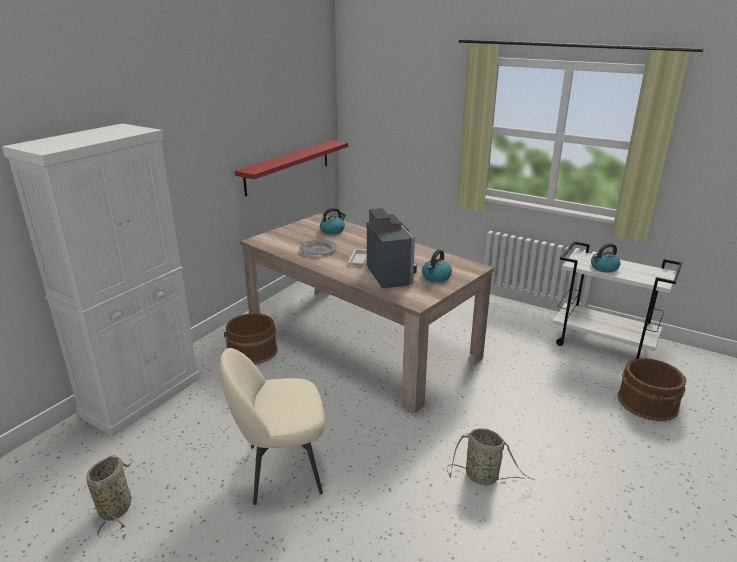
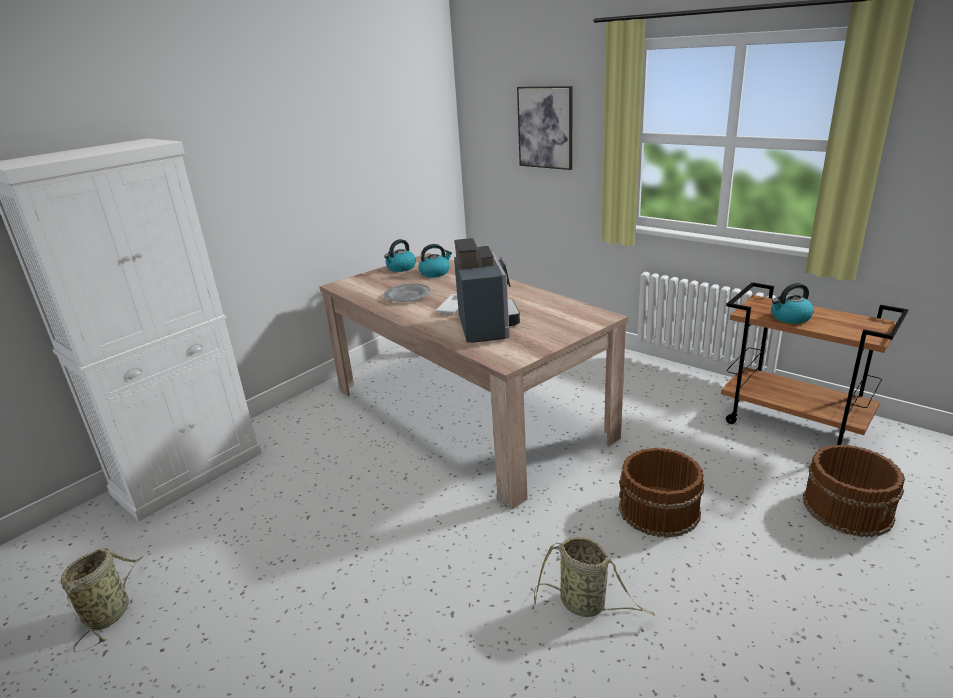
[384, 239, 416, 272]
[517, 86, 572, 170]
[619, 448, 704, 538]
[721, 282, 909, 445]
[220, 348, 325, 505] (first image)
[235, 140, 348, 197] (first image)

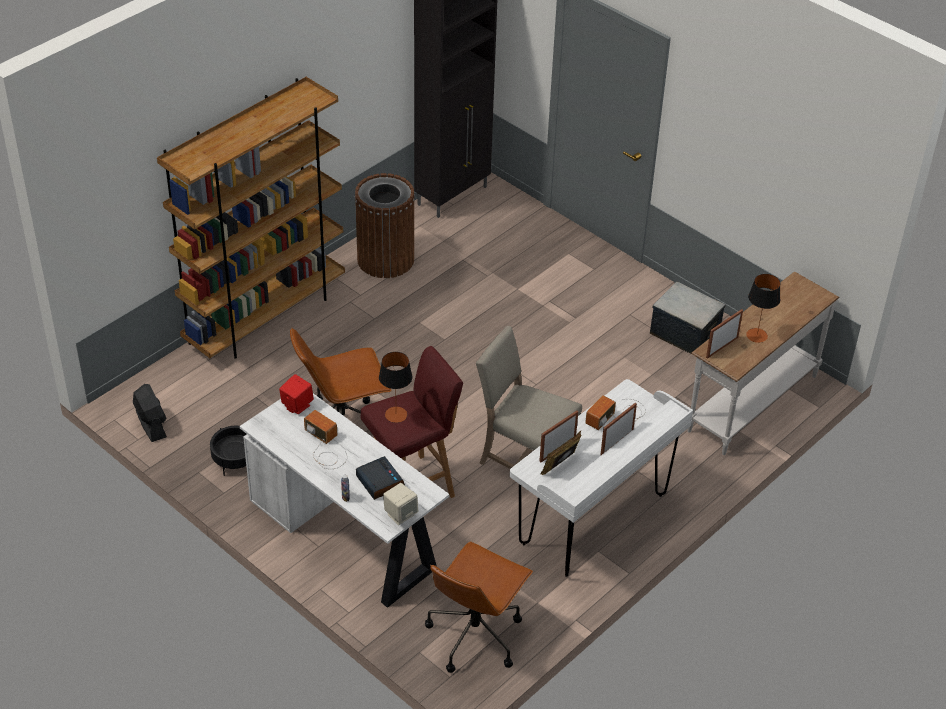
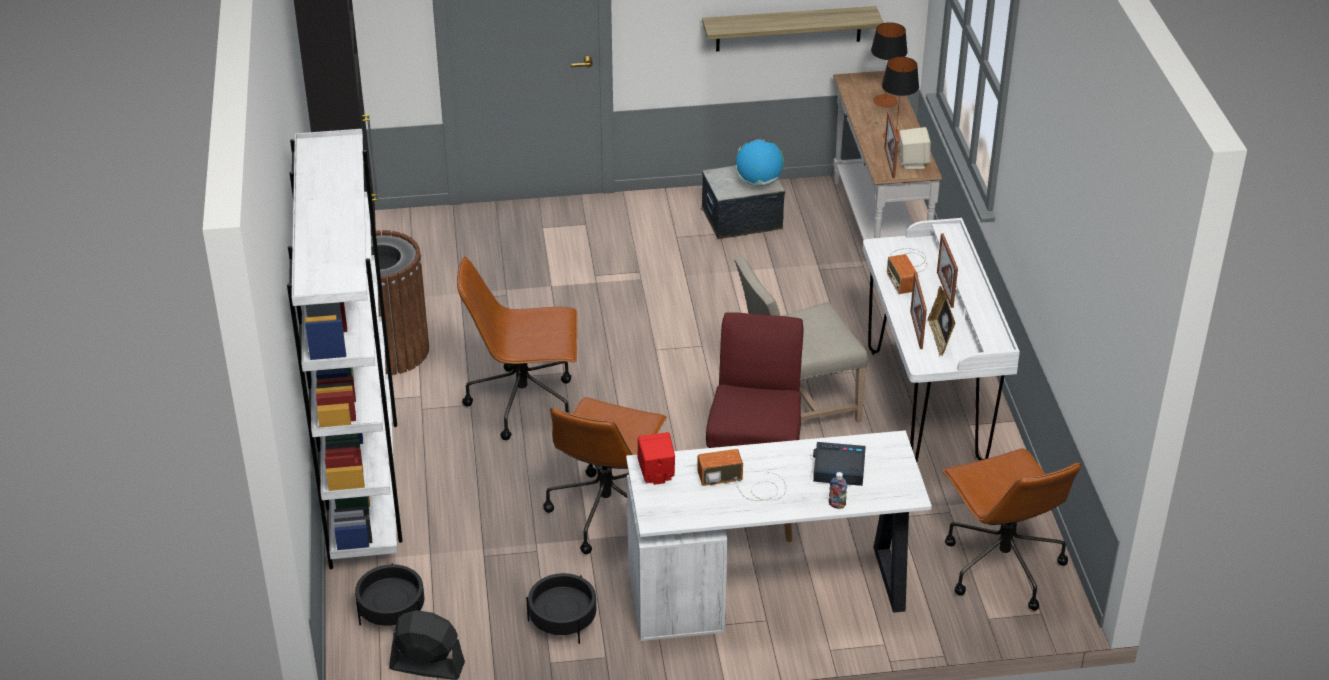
[287, 129, 403, 569]
[355, 563, 424, 626]
[457, 256, 578, 440]
[702, 6, 884, 51]
[736, 137, 784, 187]
[871, 22, 908, 108]
[899, 127, 931, 169]

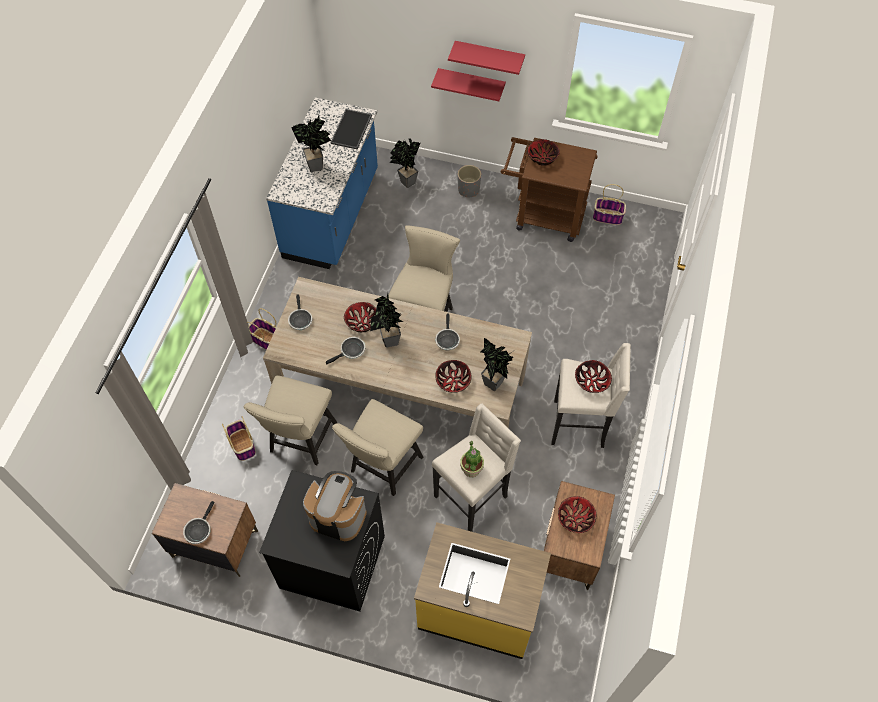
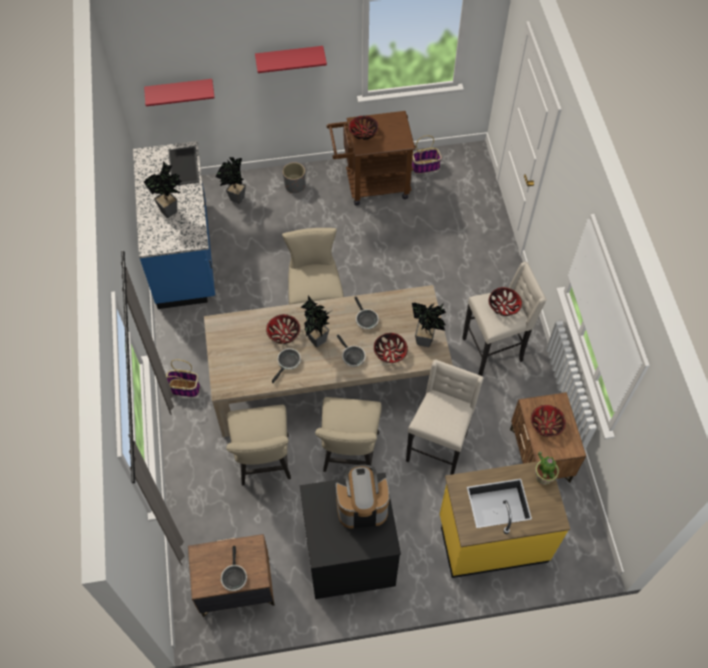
[144, 79, 215, 106]
[337, 334, 366, 367]
[535, 451, 559, 485]
[222, 416, 256, 461] (first image)

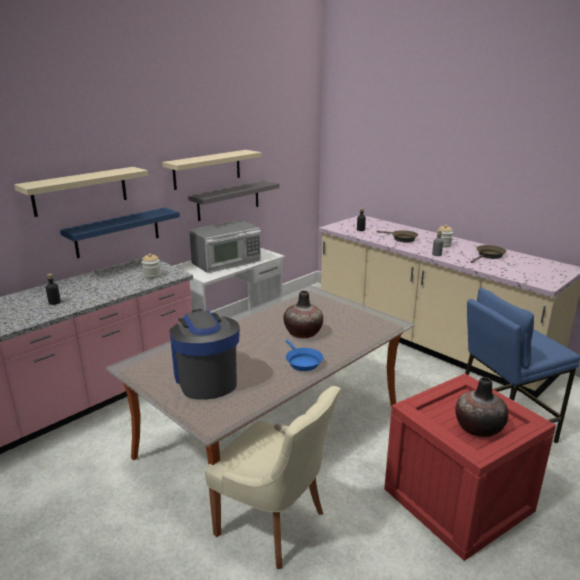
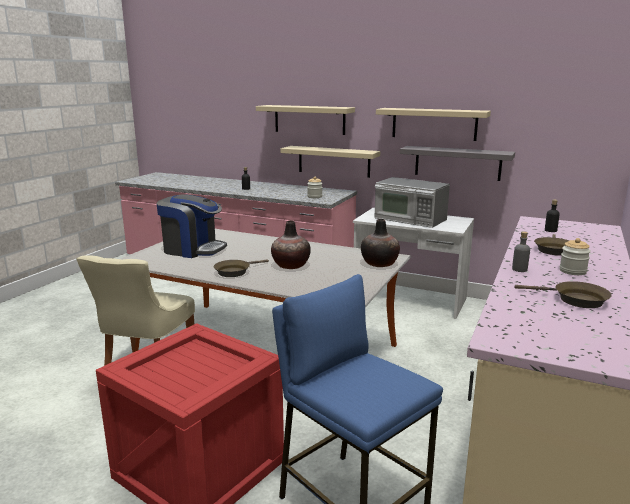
[157, 194, 227, 258]
[214, 259, 269, 277]
[280, 146, 380, 178]
[361, 219, 400, 267]

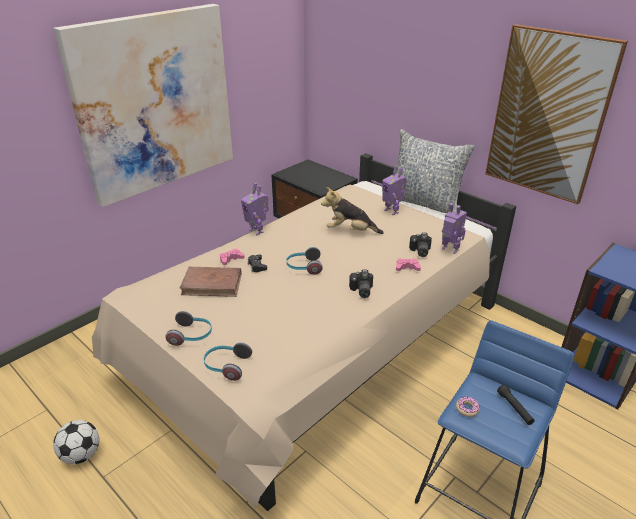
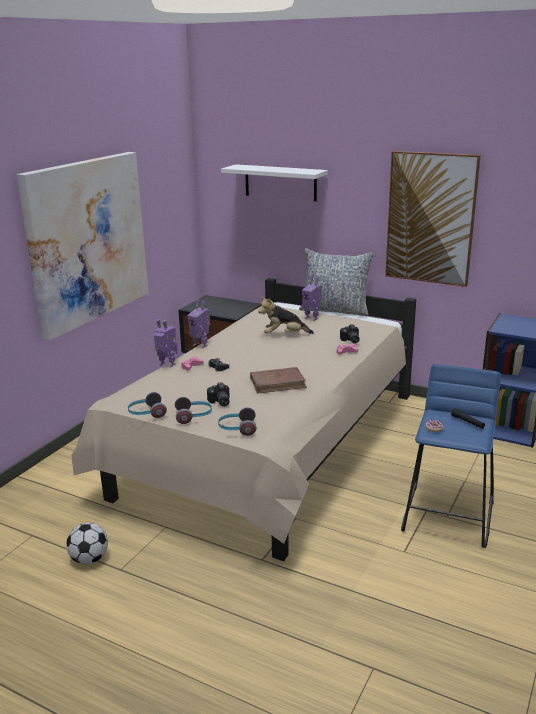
[128, 392, 167, 418]
[154, 319, 178, 367]
[207, 382, 230, 407]
[221, 164, 328, 201]
[250, 367, 307, 394]

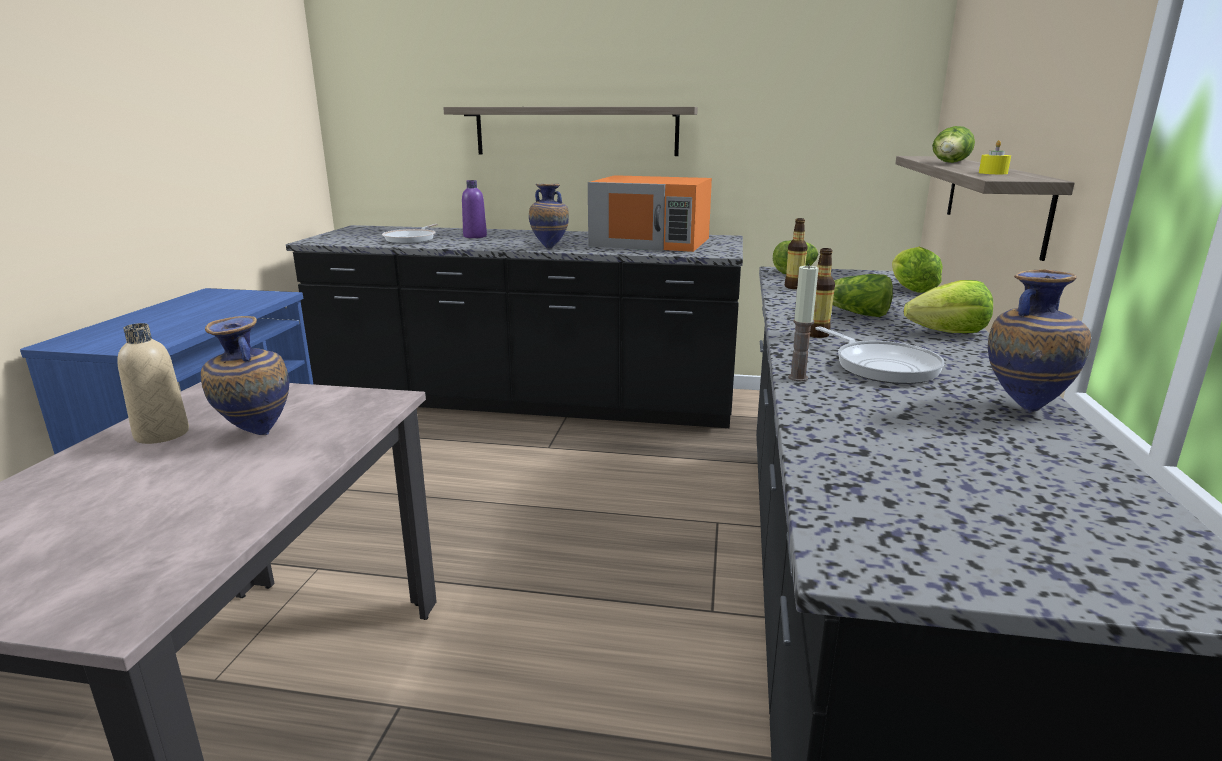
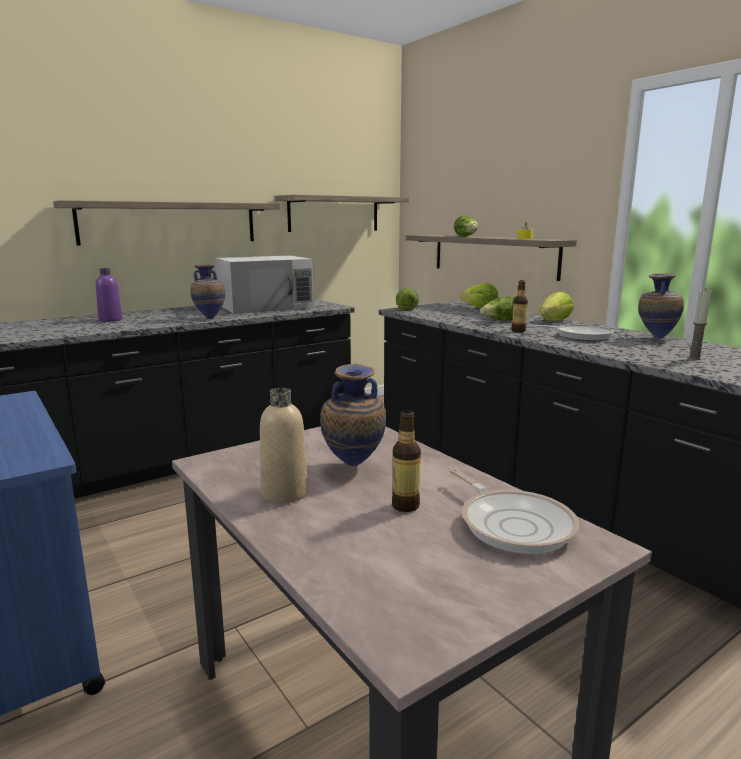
[215, 255, 314, 314]
[275, 195, 409, 232]
[392, 410, 421, 512]
[450, 468, 579, 554]
[688, 289, 711, 360]

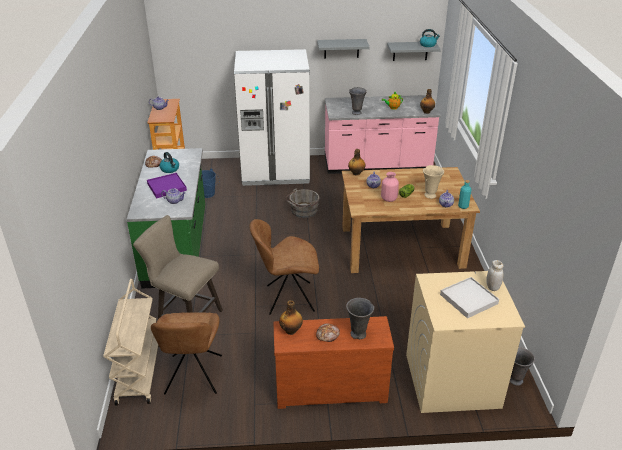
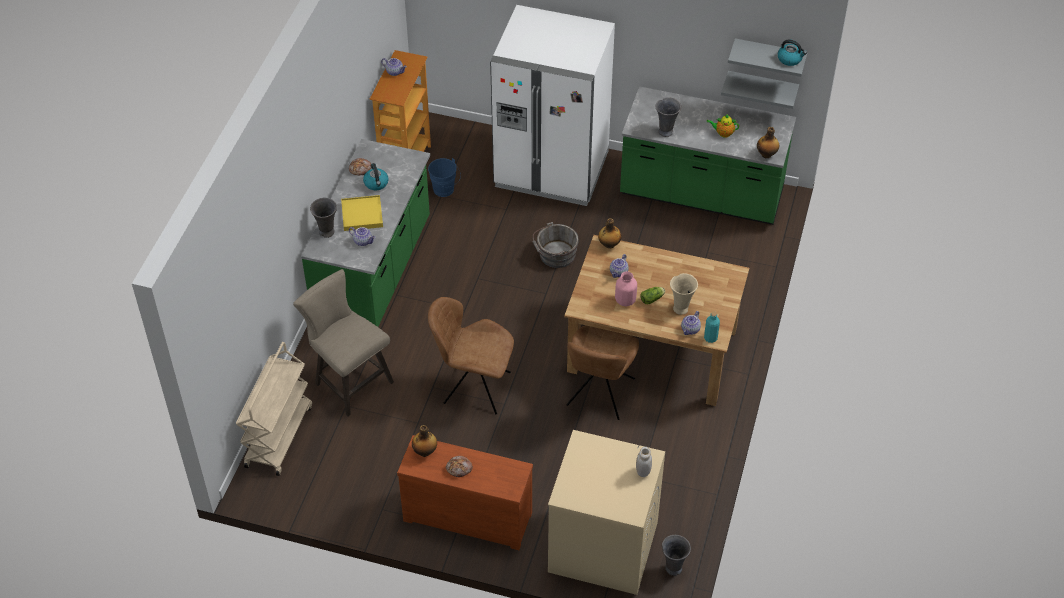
[310, 198, 337, 238]
[341, 195, 383, 231]
[566, 325, 639, 420]
[620, 86, 796, 225]
[721, 71, 799, 109]
[440, 277, 499, 318] (first image)

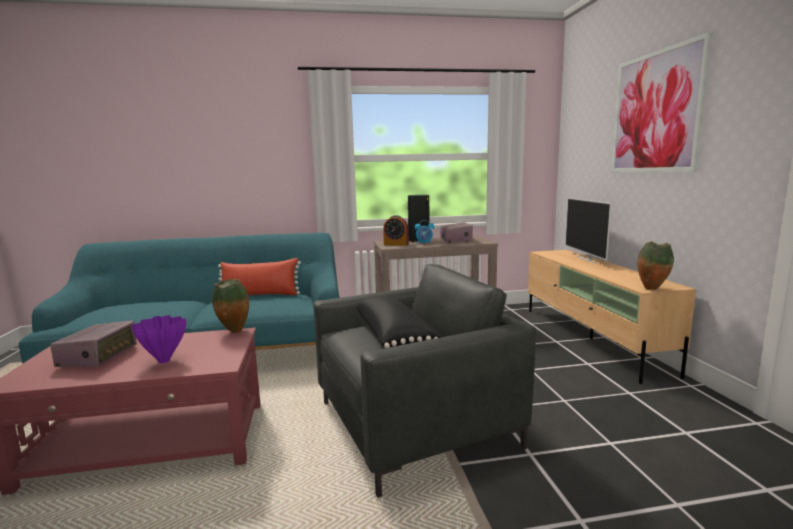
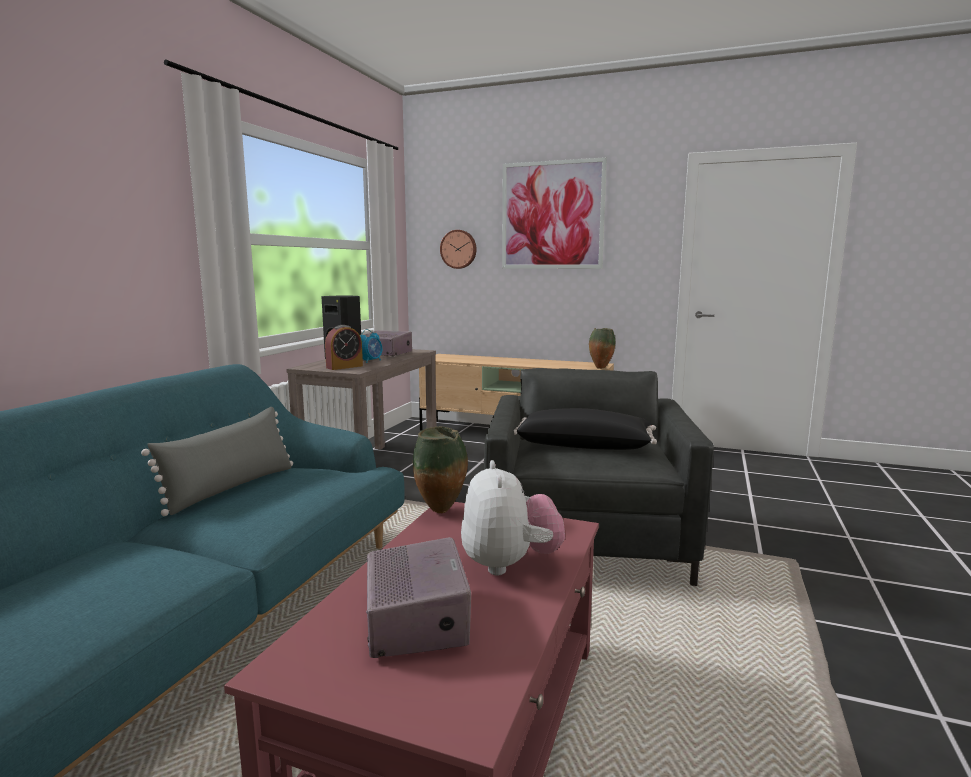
[141, 407, 293, 516]
[366, 537, 471, 658]
[440, 230, 477, 269]
[461, 460, 565, 575]
[565, 198, 611, 264] (first image)

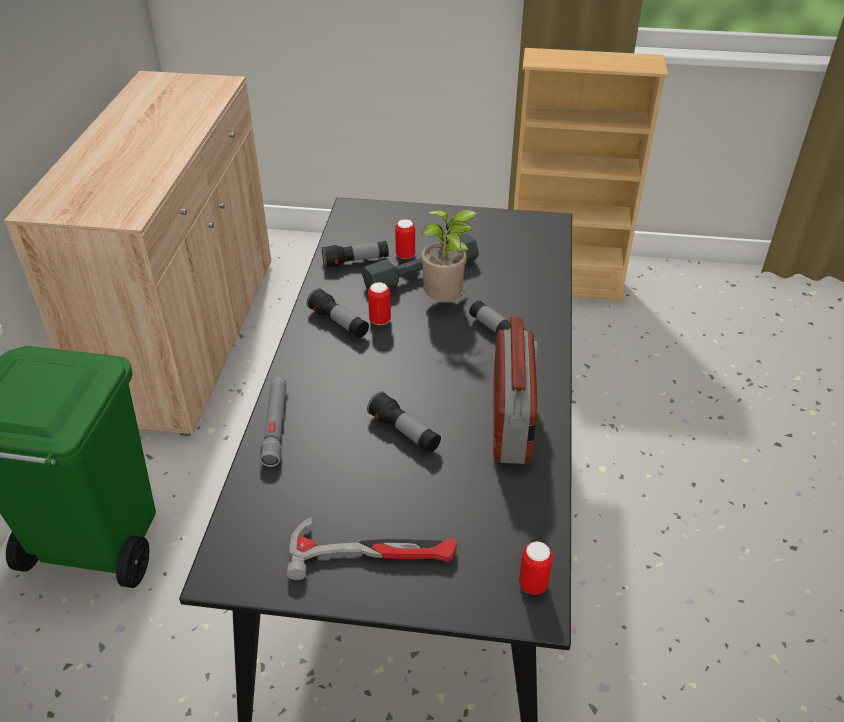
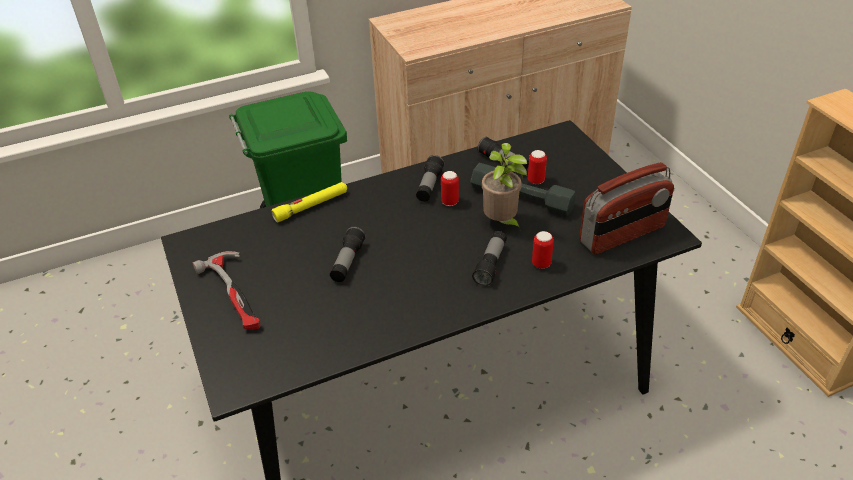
[271, 182, 347, 222]
[532, 231, 554, 269]
[579, 162, 674, 254]

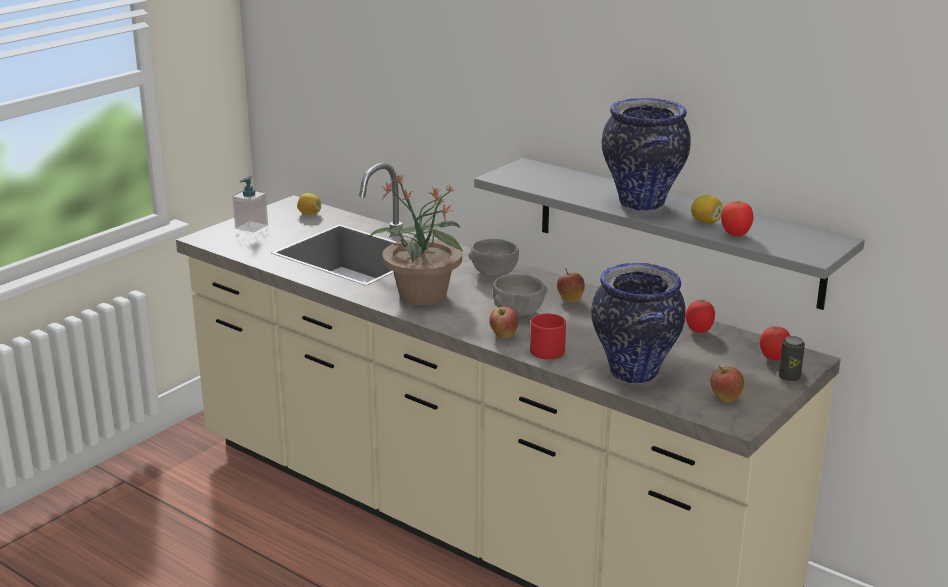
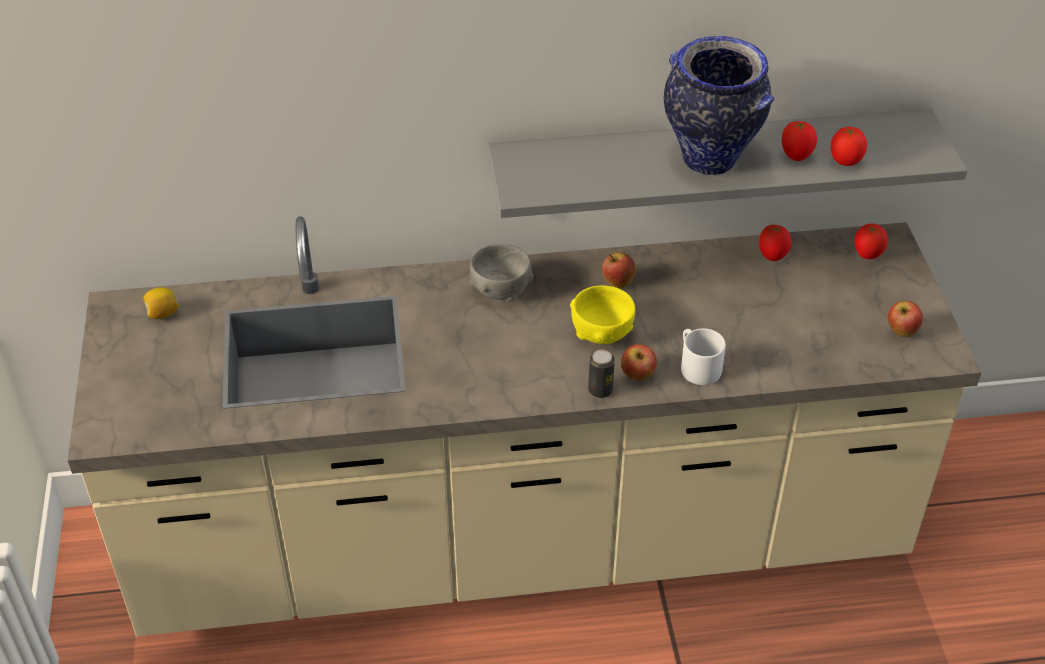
[570, 286, 636, 344]
[588, 349, 615, 398]
[681, 328, 726, 385]
[782, 120, 817, 161]
[232, 176, 268, 233] (first image)
[370, 173, 464, 305] (first image)
[591, 263, 686, 384] (first image)

